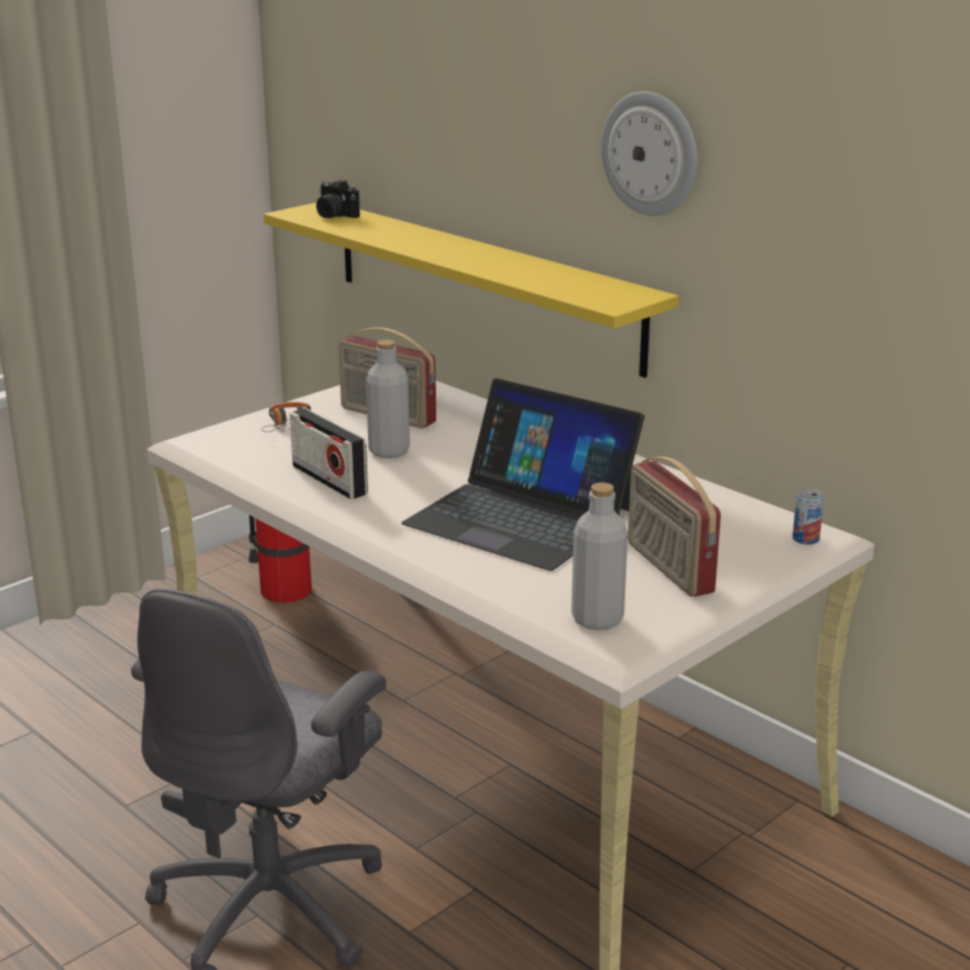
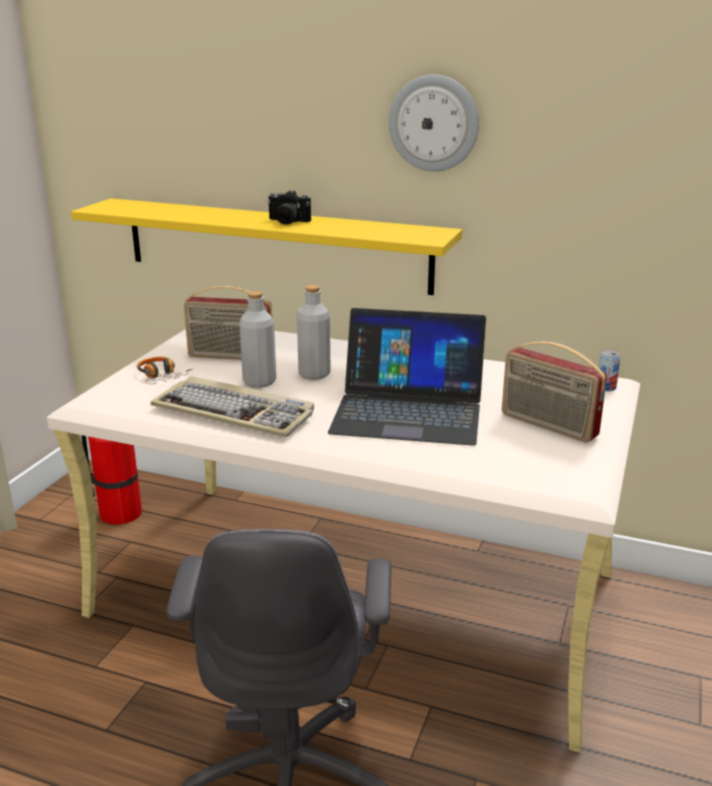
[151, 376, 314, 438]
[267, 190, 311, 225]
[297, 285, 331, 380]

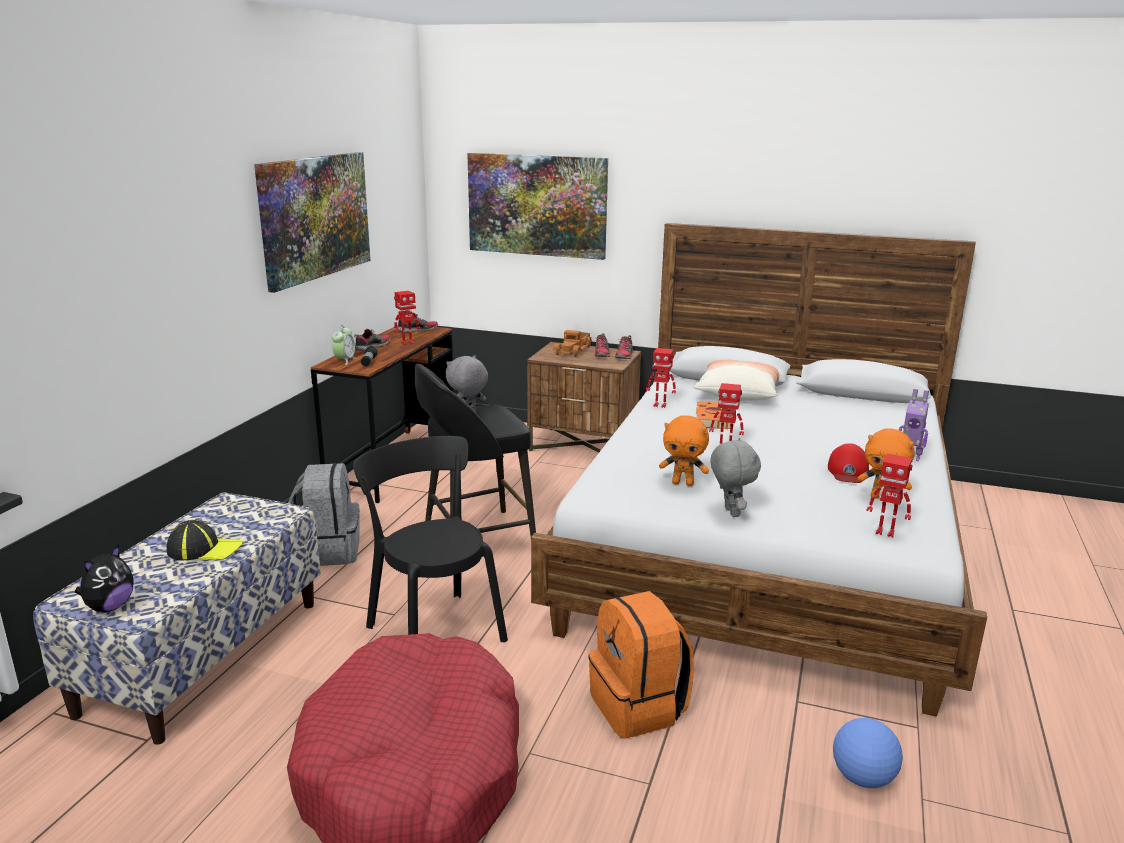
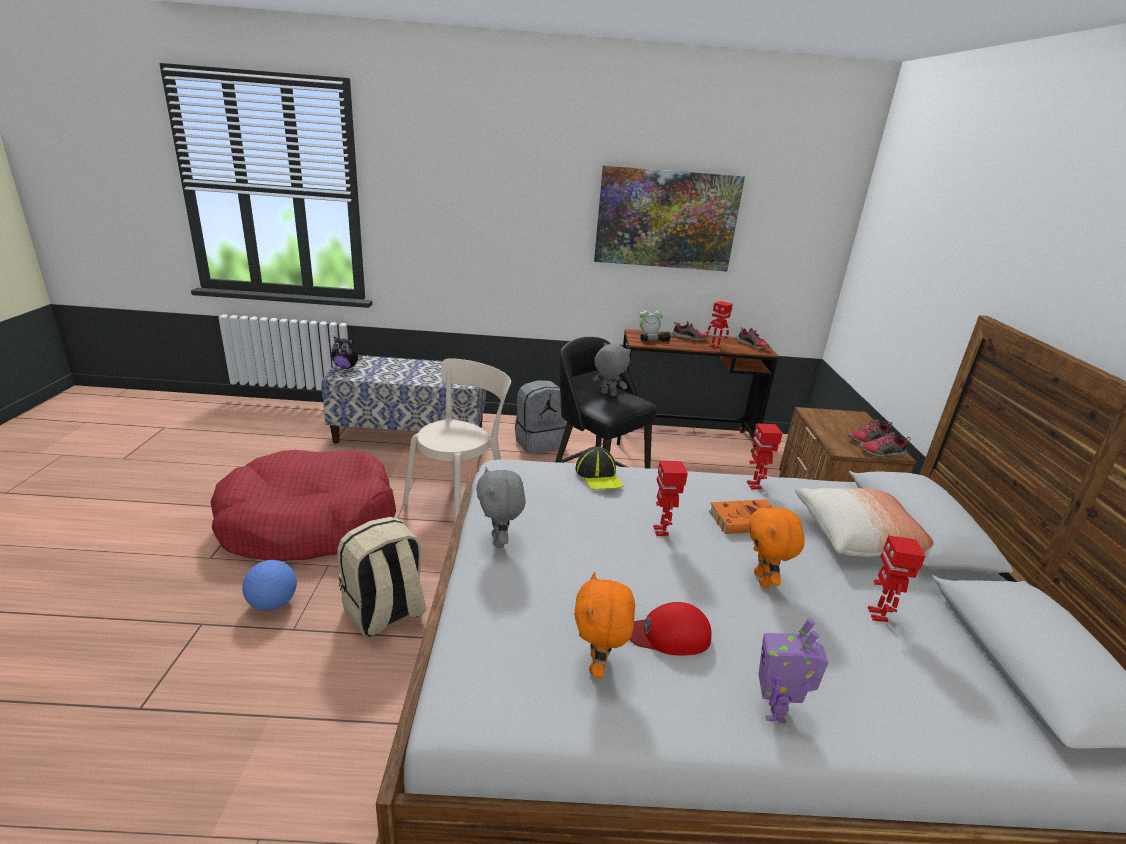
[242, 560, 297, 611]
[337, 517, 426, 637]
[403, 358, 511, 526]
[476, 467, 525, 548]
[575, 447, 623, 490]
[749, 503, 805, 588]
[868, 535, 926, 622]
[467, 153, 608, 260] (first image)
[553, 330, 592, 357] (first image)

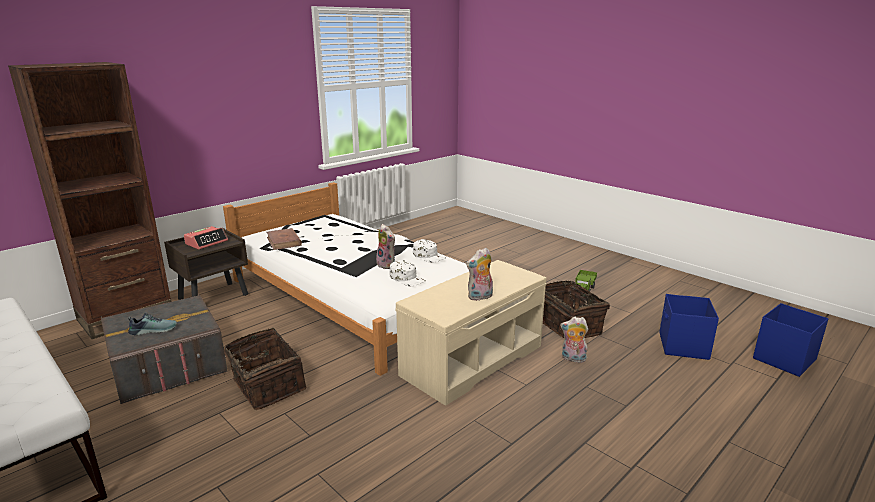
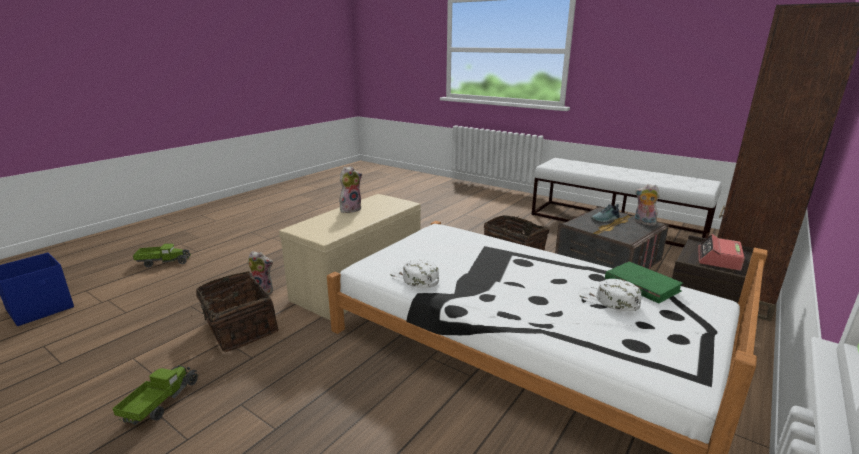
[133, 244, 190, 268]
[579, 279, 641, 312]
[605, 261, 683, 303]
[635, 184, 660, 225]
[659, 294, 719, 360] (first image)

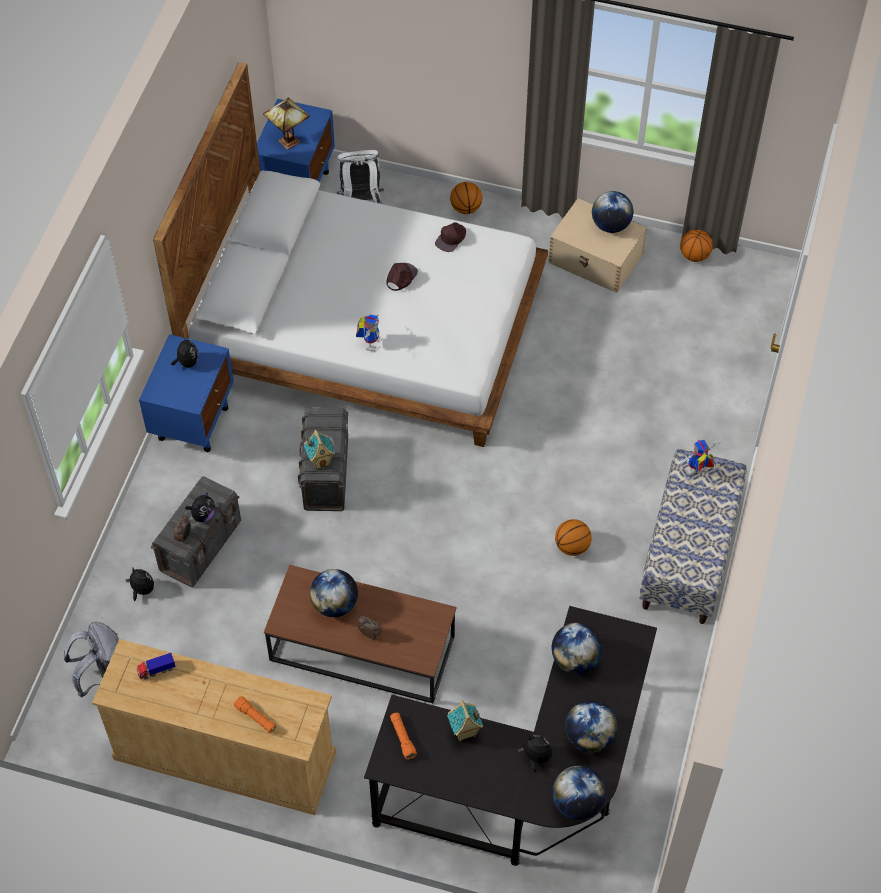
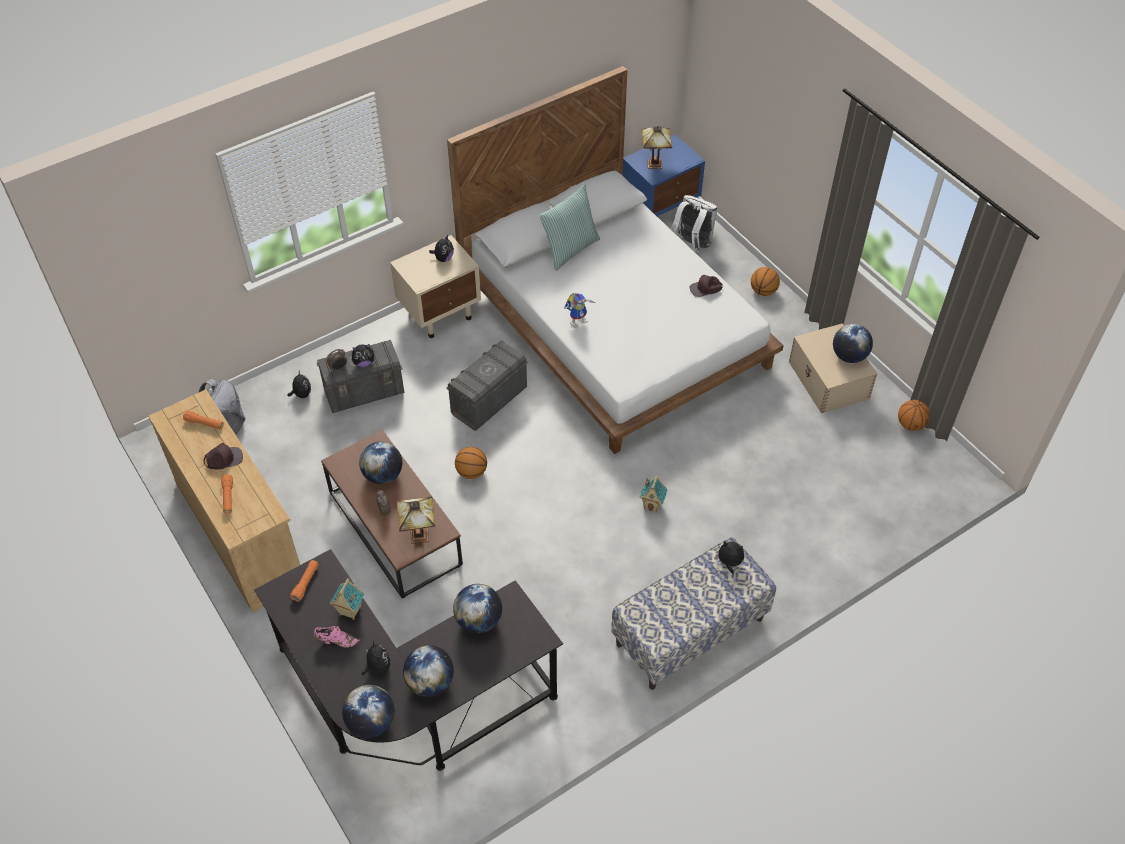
[183, 411, 224, 429]
[203, 443, 243, 470]
[314, 626, 360, 648]
[390, 235, 481, 338]
[397, 496, 435, 544]
[455, 447, 487, 479]
[539, 183, 600, 271]
[640, 476, 667, 512]
[714, 541, 744, 574]

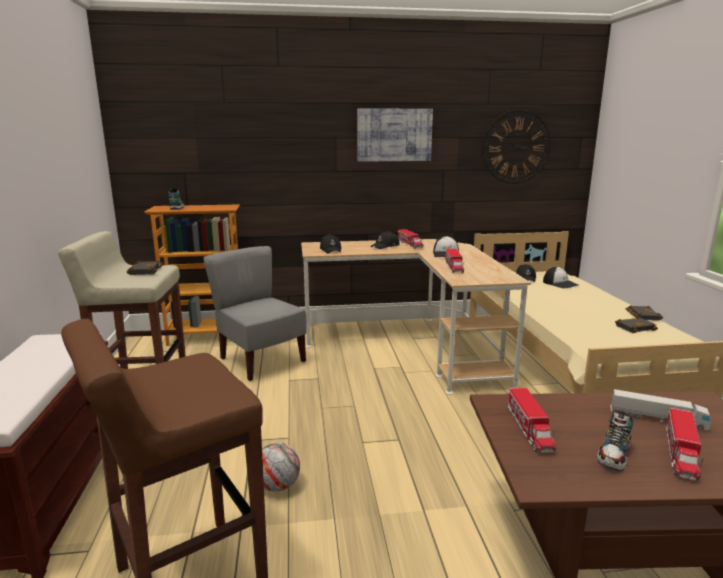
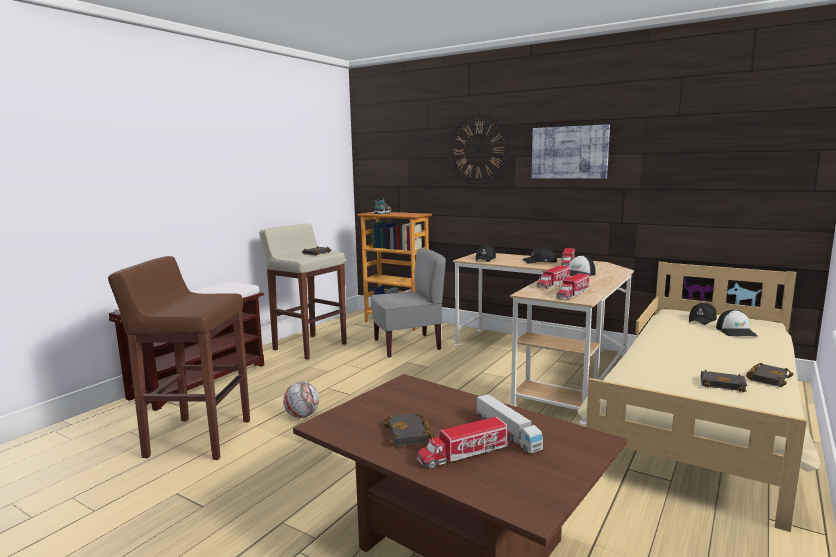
[371, 248, 446, 358]
[382, 413, 434, 447]
[448, 114, 511, 185]
[557, 273, 589, 300]

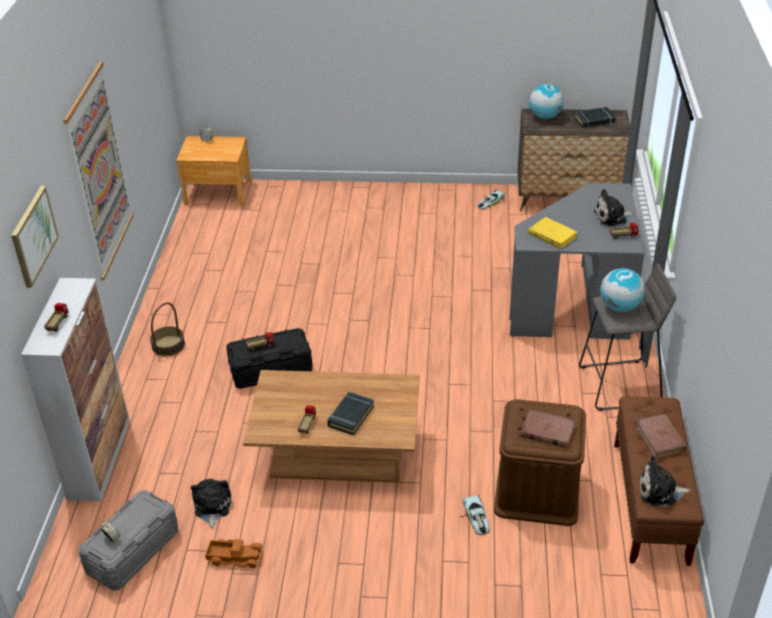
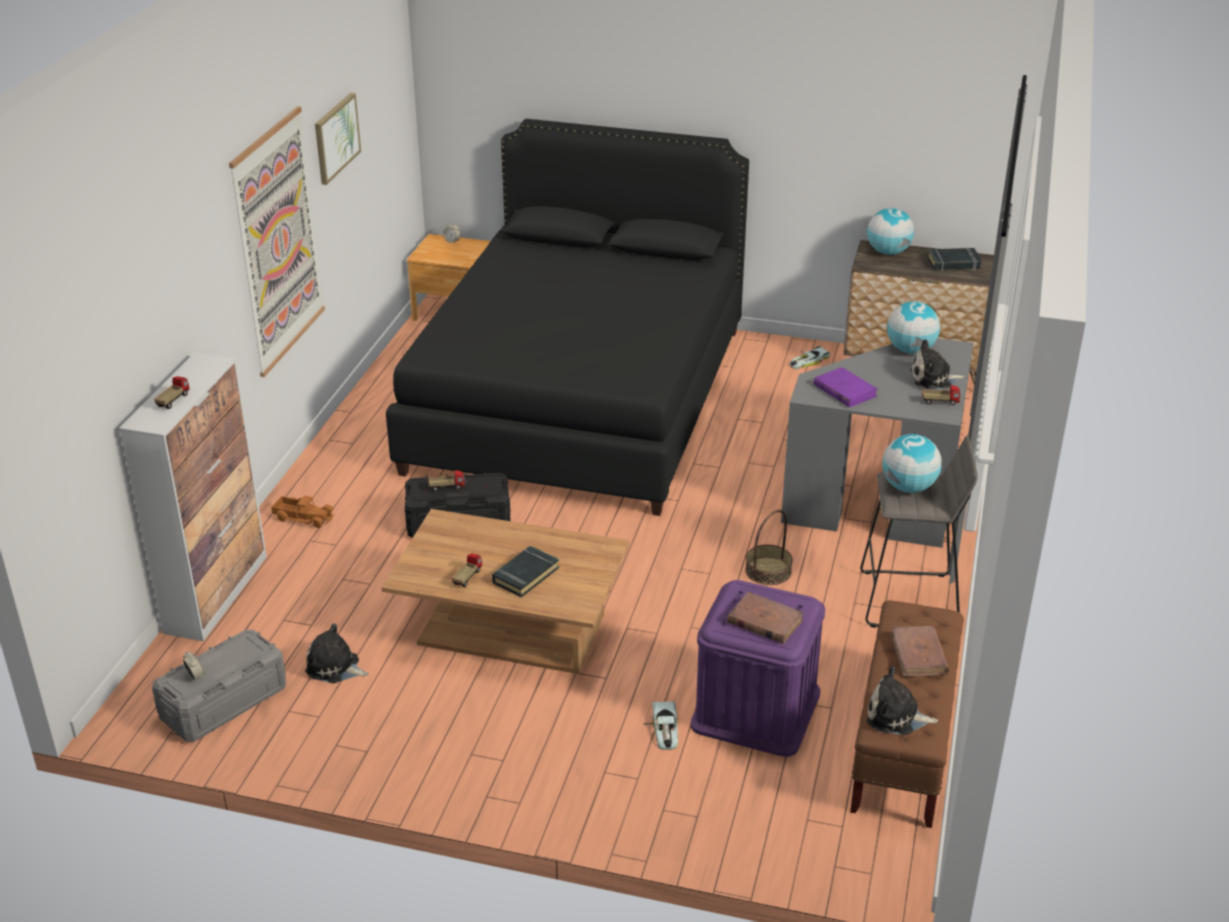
[271, 495, 334, 528]
[305, 624, 369, 683]
[315, 93, 361, 185]
[386, 119, 749, 516]
[691, 580, 825, 757]
[745, 510, 793, 585]
[814, 367, 878, 407]
[887, 301, 940, 354]

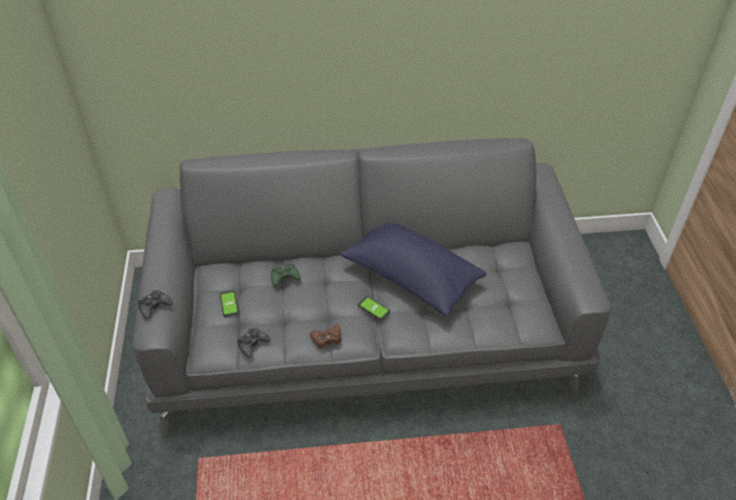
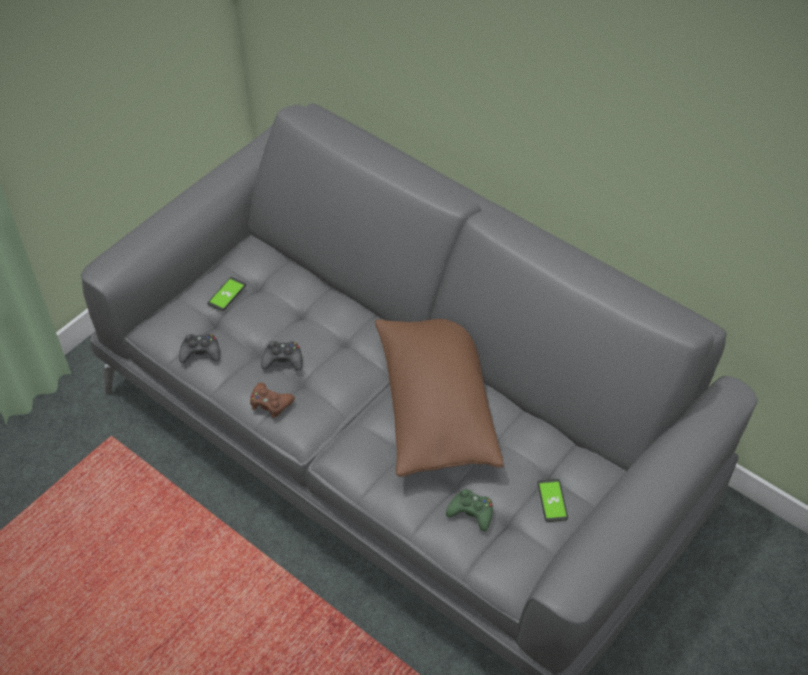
[261, 341, 302, 371]
[375, 319, 504, 477]
[446, 489, 493, 531]
[537, 479, 568, 522]

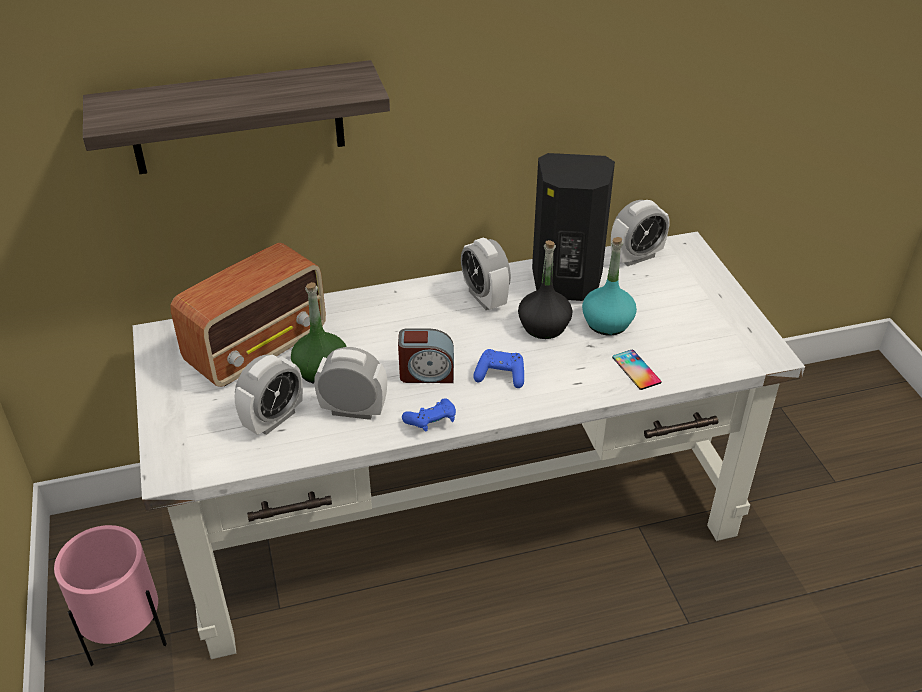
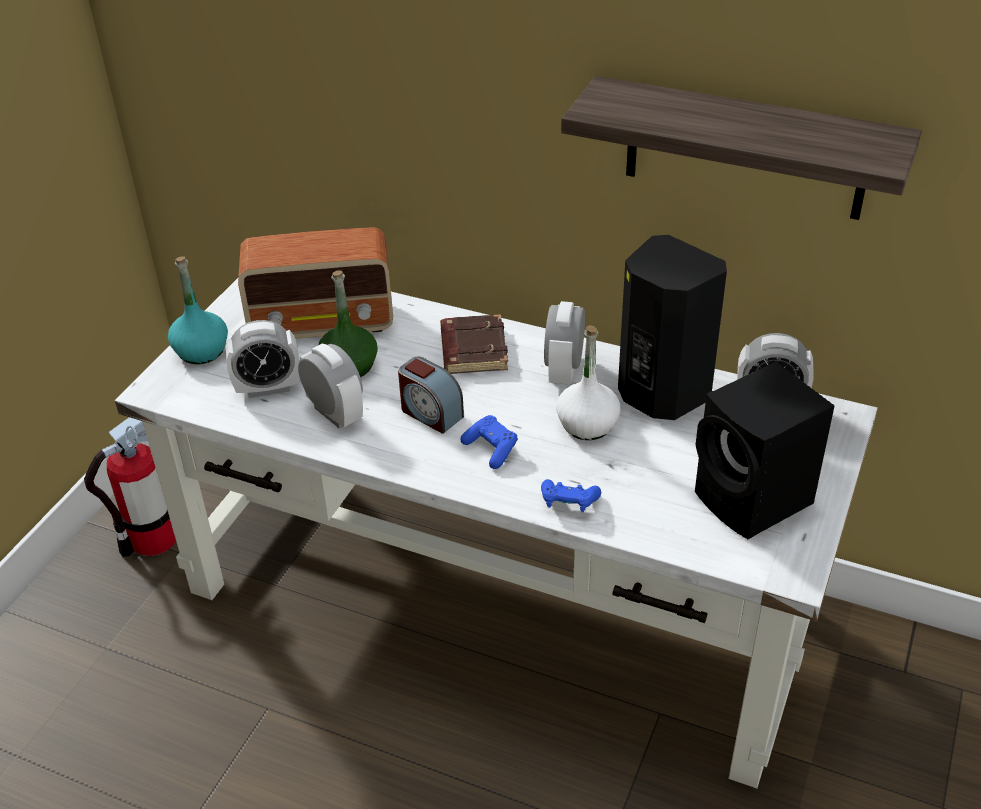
[84, 417, 176, 557]
[168, 256, 228, 364]
[440, 314, 508, 374]
[541, 479, 601, 512]
[556, 325, 620, 440]
[561, 76, 922, 220]
[695, 362, 835, 539]
[612, 349, 662, 390] (first image)

